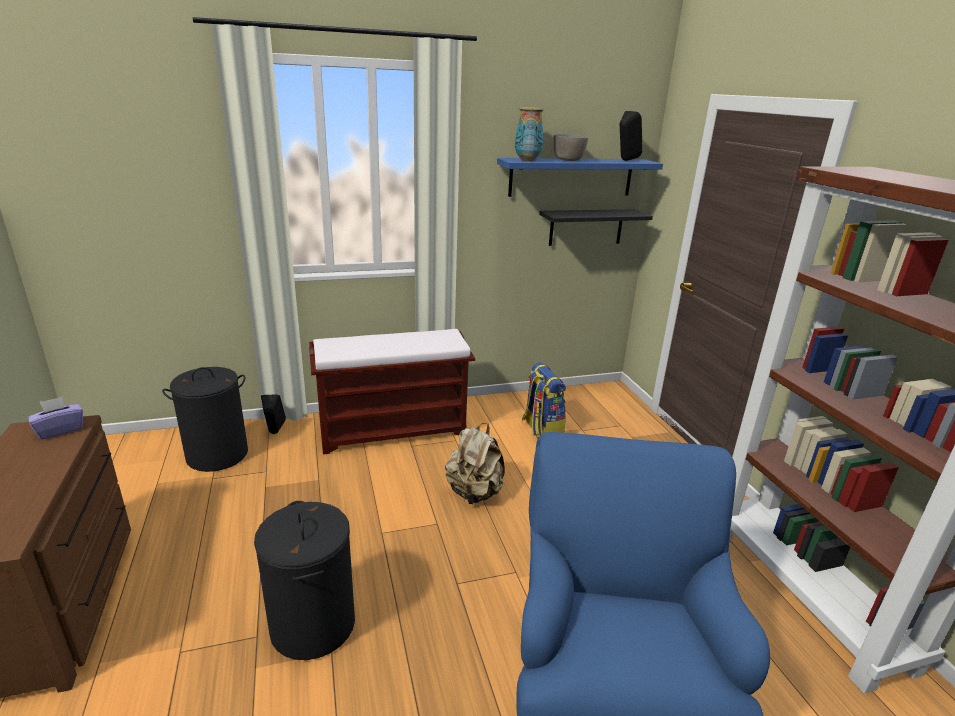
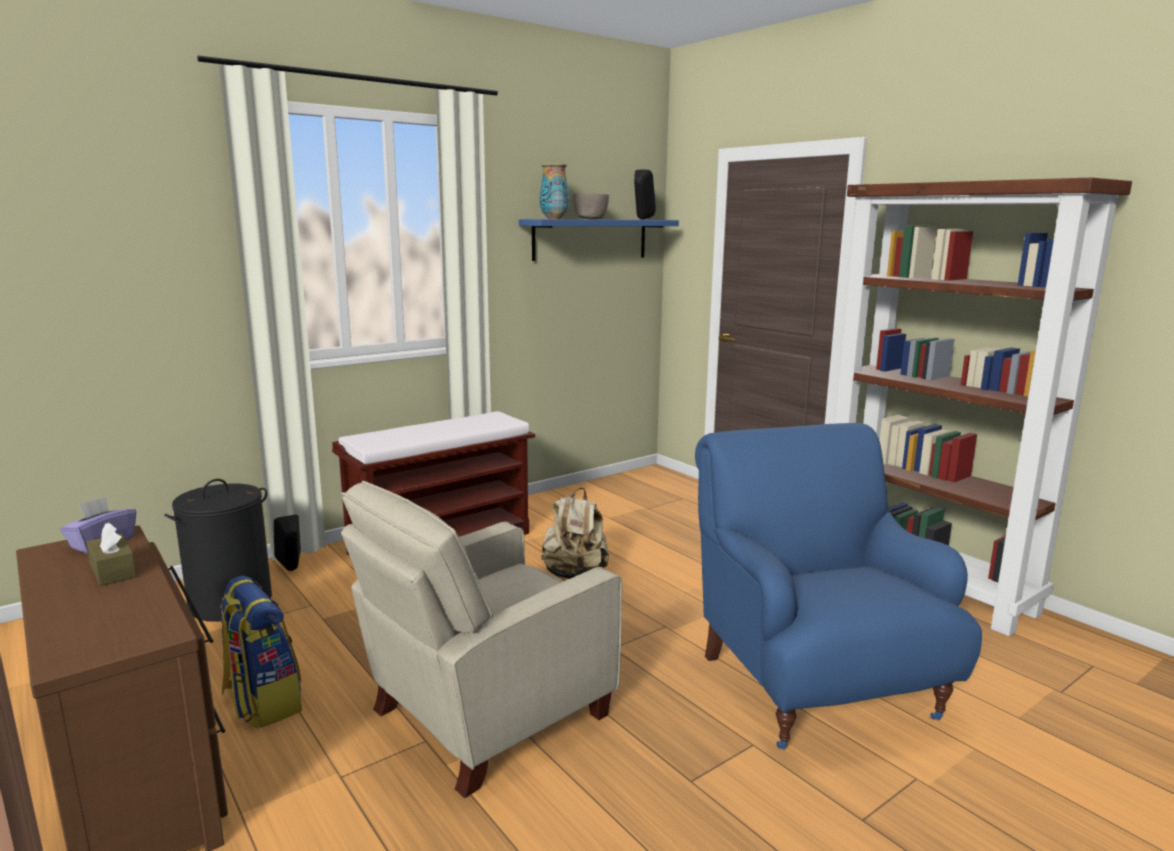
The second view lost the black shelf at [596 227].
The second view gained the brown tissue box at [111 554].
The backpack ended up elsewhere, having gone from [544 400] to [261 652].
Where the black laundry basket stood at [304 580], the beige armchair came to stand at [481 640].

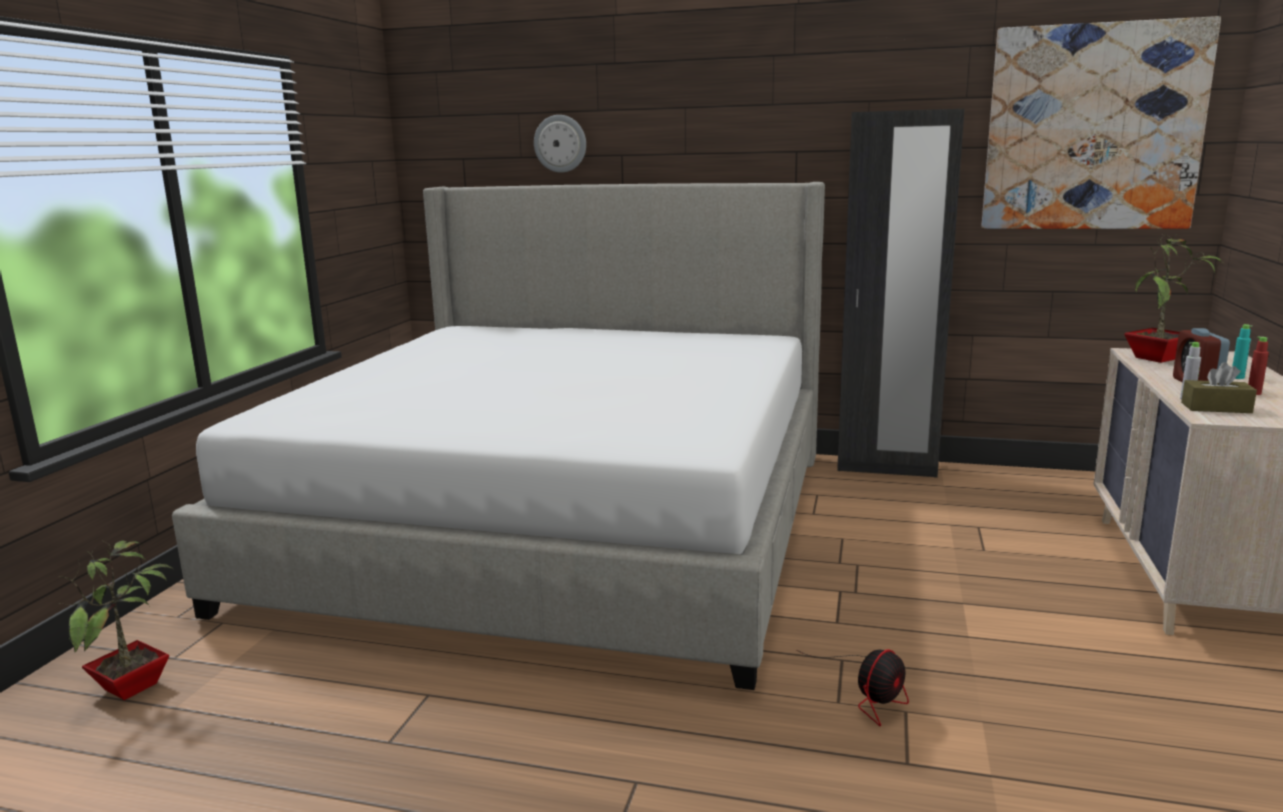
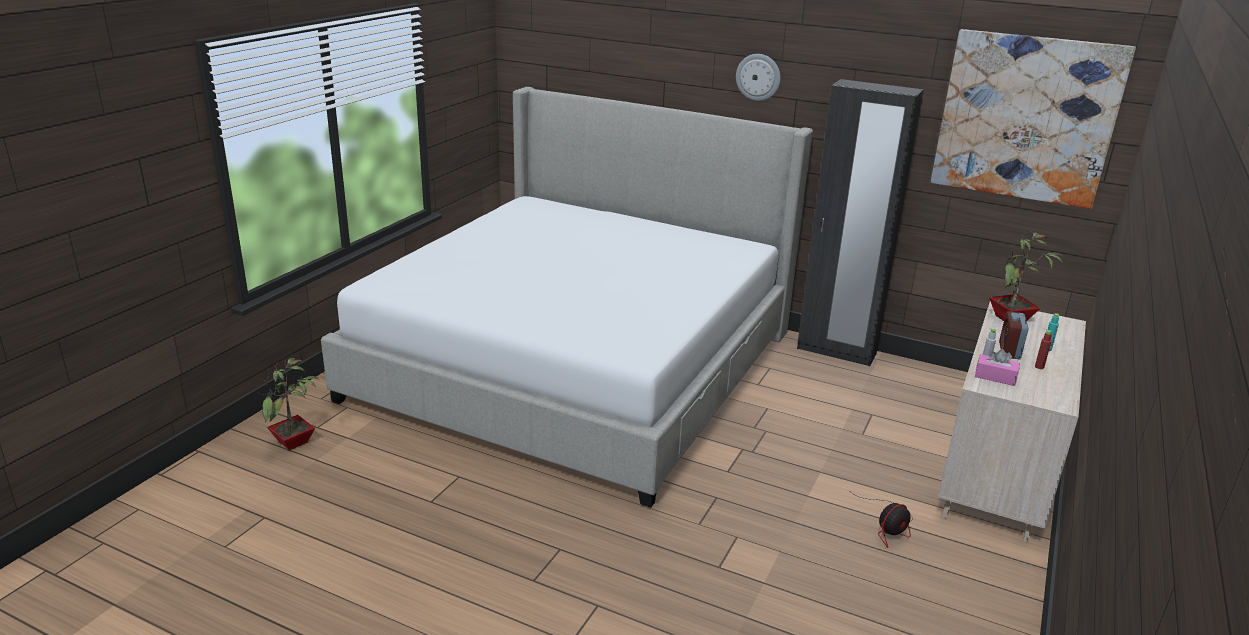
The wall clock ended up elsewhere, having gone from [560 144] to [758 77].
The fan ended up elsewhere, having gone from [852 687] to [882 520].
What was the brown tissue box at [1219 387] turned into the pink tissue box at [997 367].

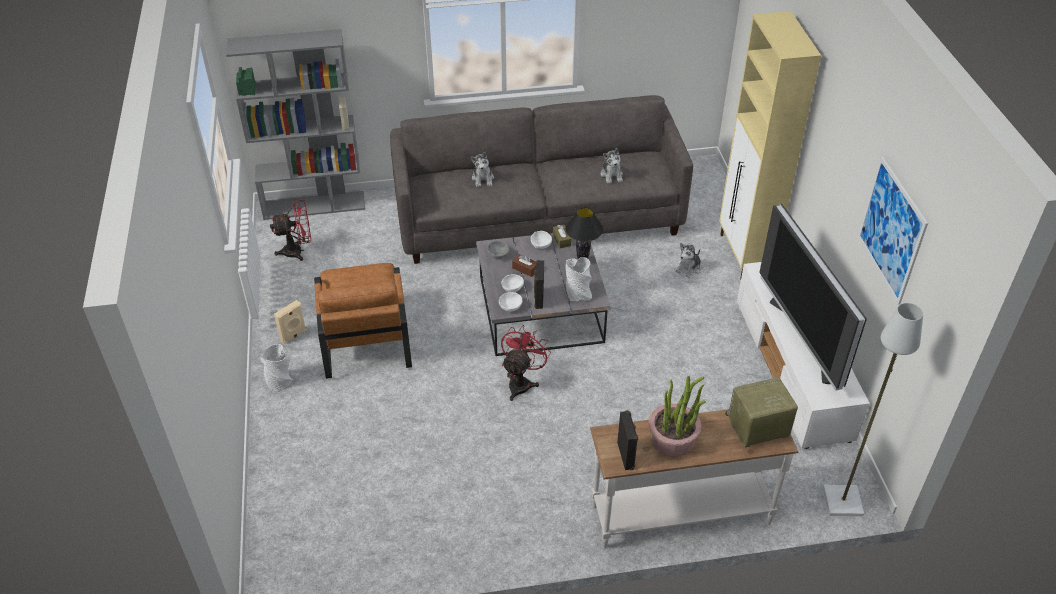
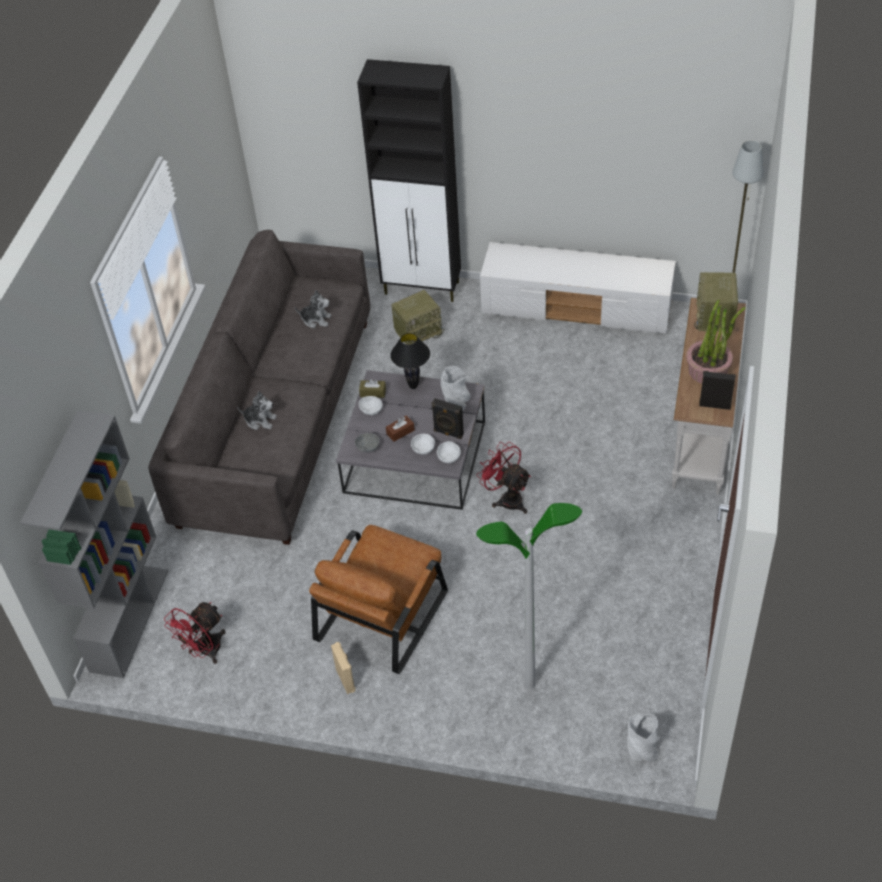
The second view lost the television at [813 297].
The second view lost the picture at [893 230].
The second view gained the floor lamp at [529 596].
The grey vase ended up elsewhere, having gone from [276 368] to [643 738].
Where the plush toy stood at [688 260], the radio came to stand at [417 317].
What was the beige cabinet at [770 145] turned into the black cabinet at [409 180].
The red fan at [290 230] ended up facing another way, 150 degrees counterclockwise from before.
The brown armchair at [363 321] ended up facing another way, 105 degrees clockwise from before.

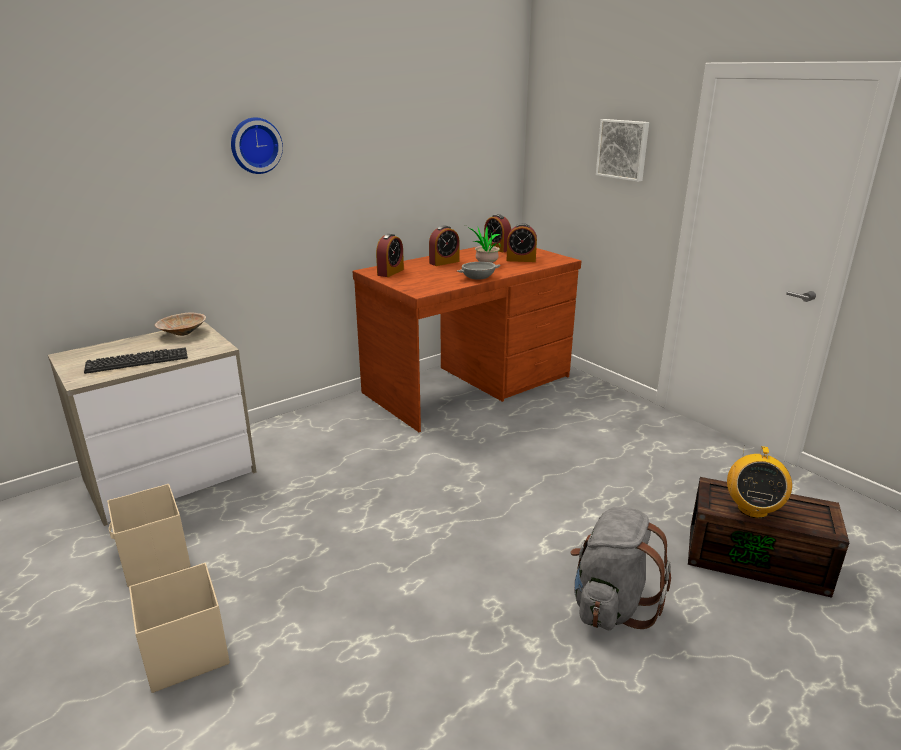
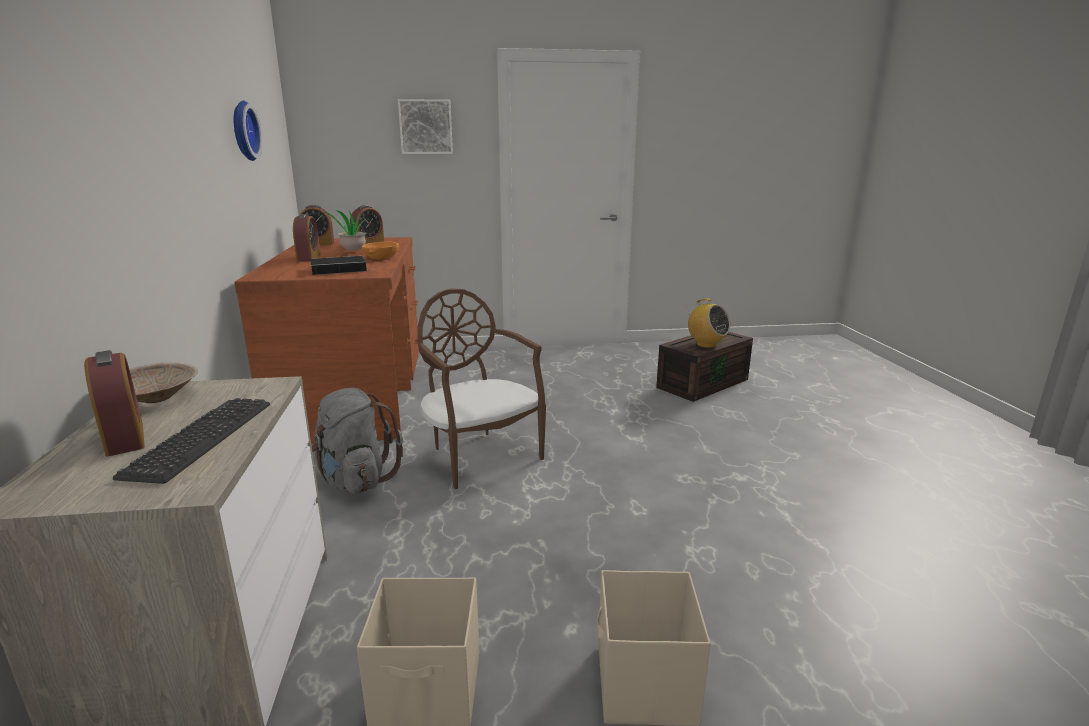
The second view gained the book at [343 265].
The second view gained the brown chair at [481 389].
The wall clock ended up elsewhere, having gone from [257 145] to [248 131].
The alarm clock ended up elsewhere, having gone from [390 255] to [114 403].
The grey backpack ended up elsewhere, having gone from [621 568] to [357 441].
What was the grey bowl at [479 271] turned into the orange bowl at [380 250].

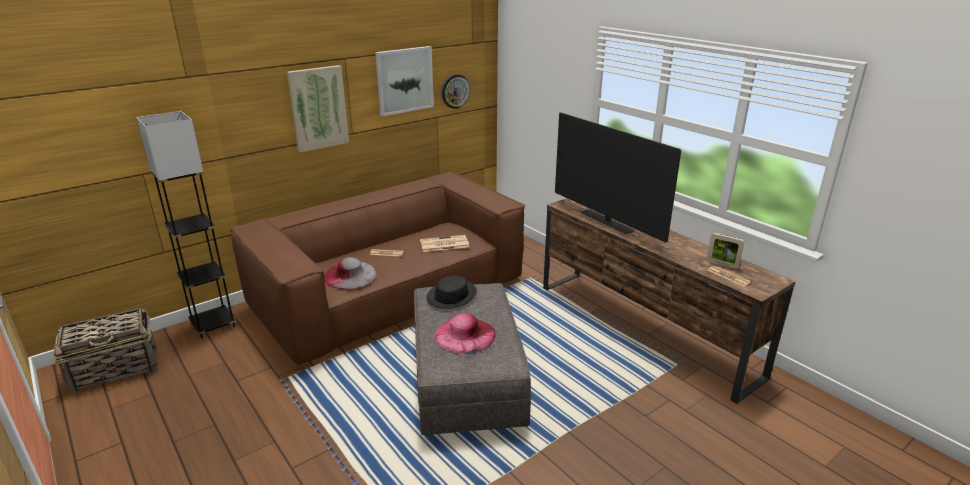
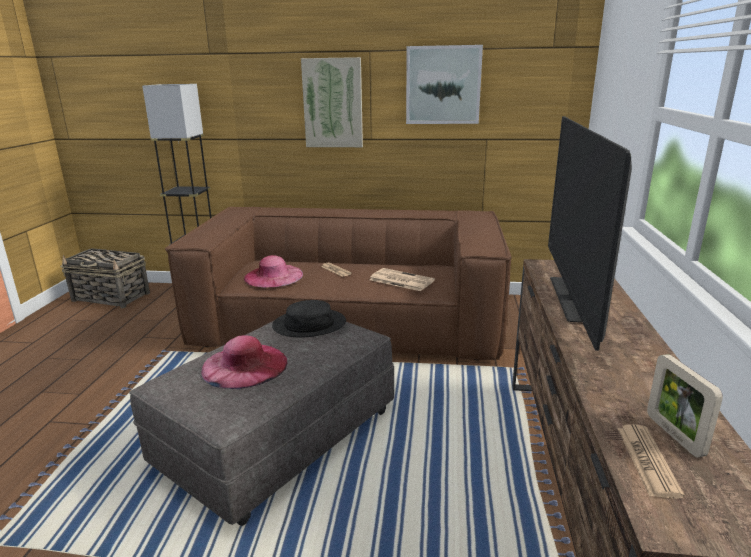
The second view lost the wall clock at [456 91].
What was the grey hat at [350 273] turned into the pink hat at [273 271].

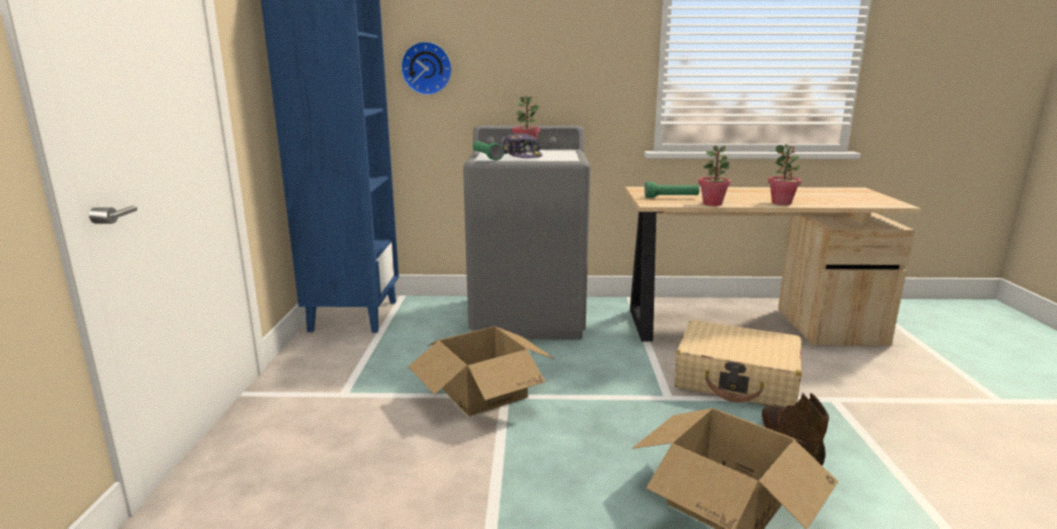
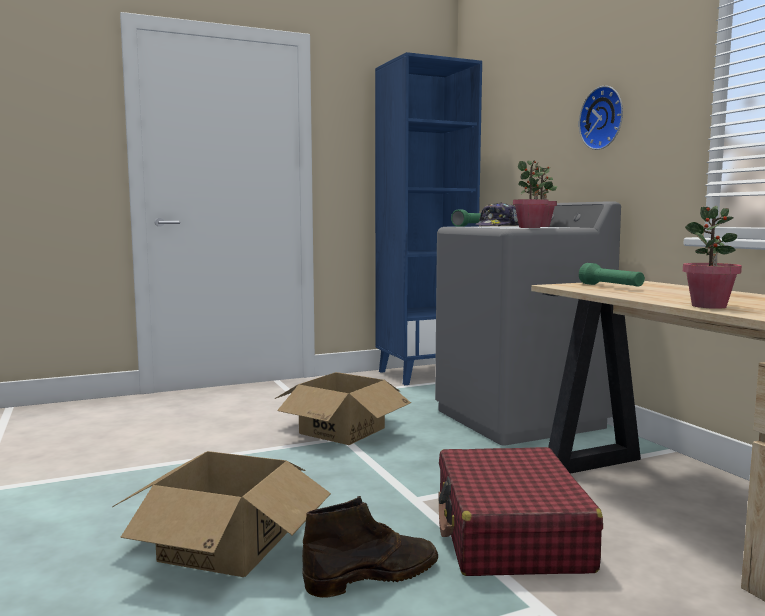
The wall clock ended up elsewhere, having gone from [426 68] to [601 118].
The potted plant ended up elsewhere, having gone from [714 176] to [530 194].
What was the beige suitcase at [738 363] turned into the red suitcase at [520 511].

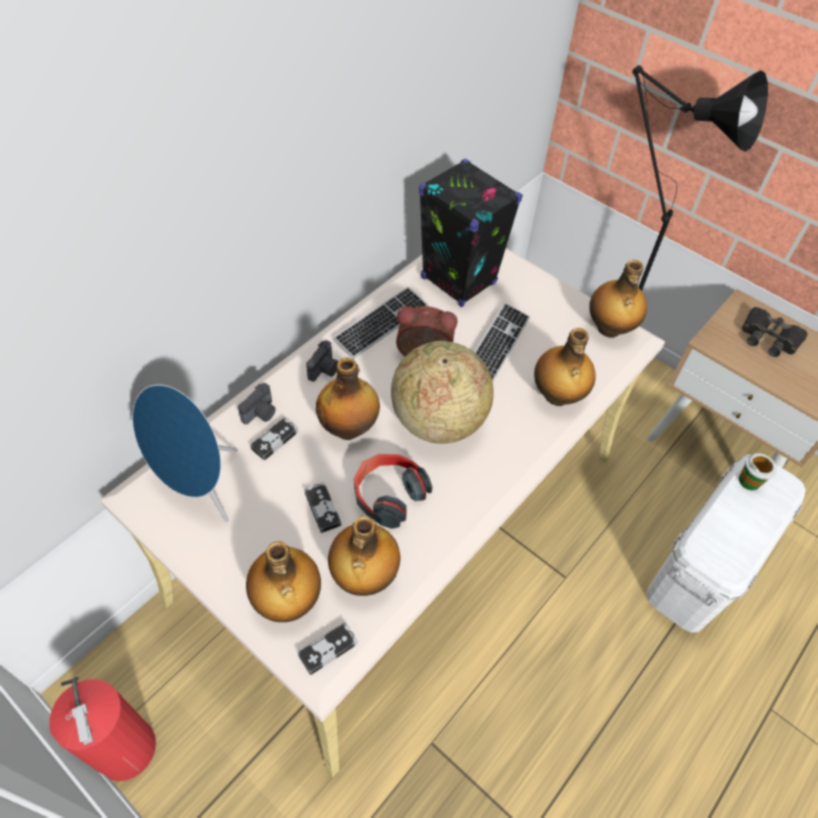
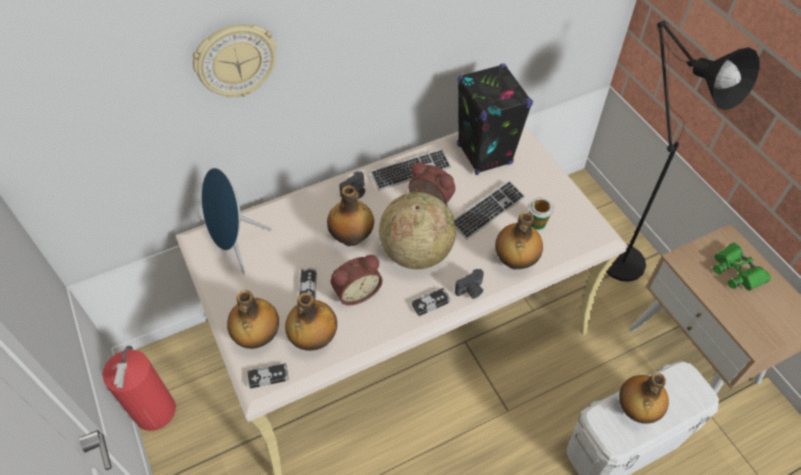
The second view gained the wall clock at [234 60].
The photo camera ended up elsewhere, having gone from [257 403] to [469 284].
The game controller ended up elsewhere, having gone from [274 438] to [431 302].
The bottle ended up elsewhere, having gone from [618 299] to [644 398].
The cup ended up elsewhere, having gone from [758 471] to [541 214].
Where the headphones stood at [393 491], the alarm clock came to stand at [356 280].
What was the black binoculars at [775 332] turned into the green binoculars at [742 267].

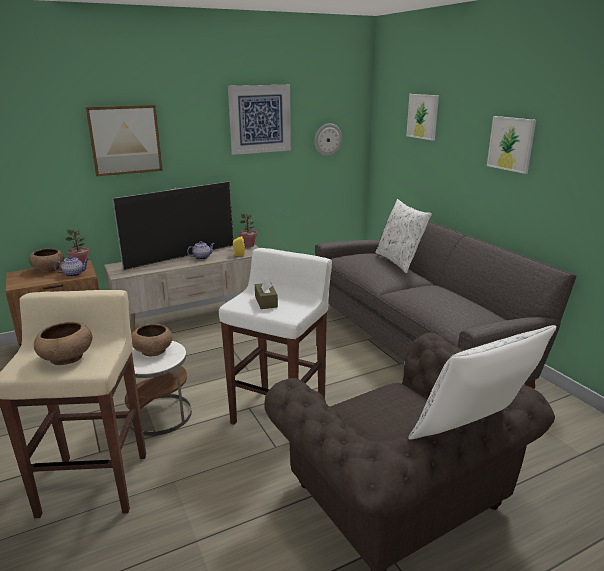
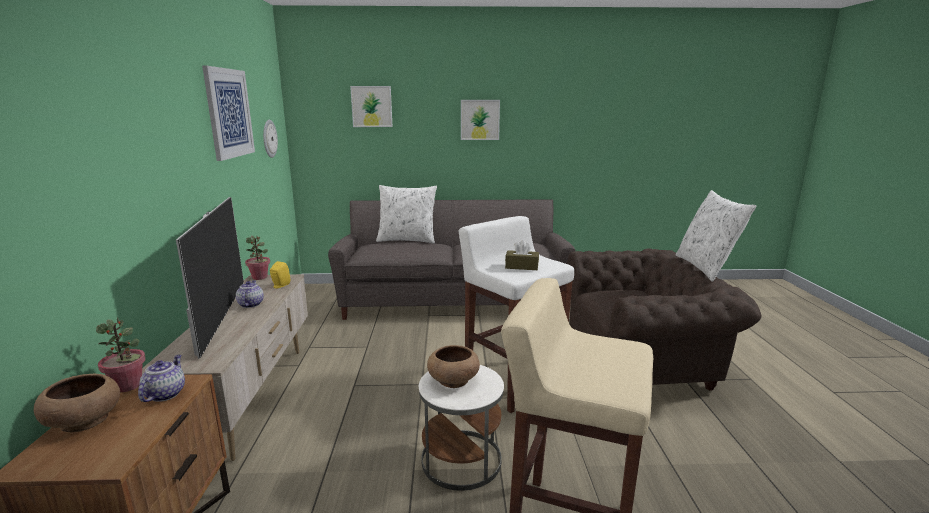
The second view lost the brown bowl at [63 343].
The second view lost the picture at [124 140].

